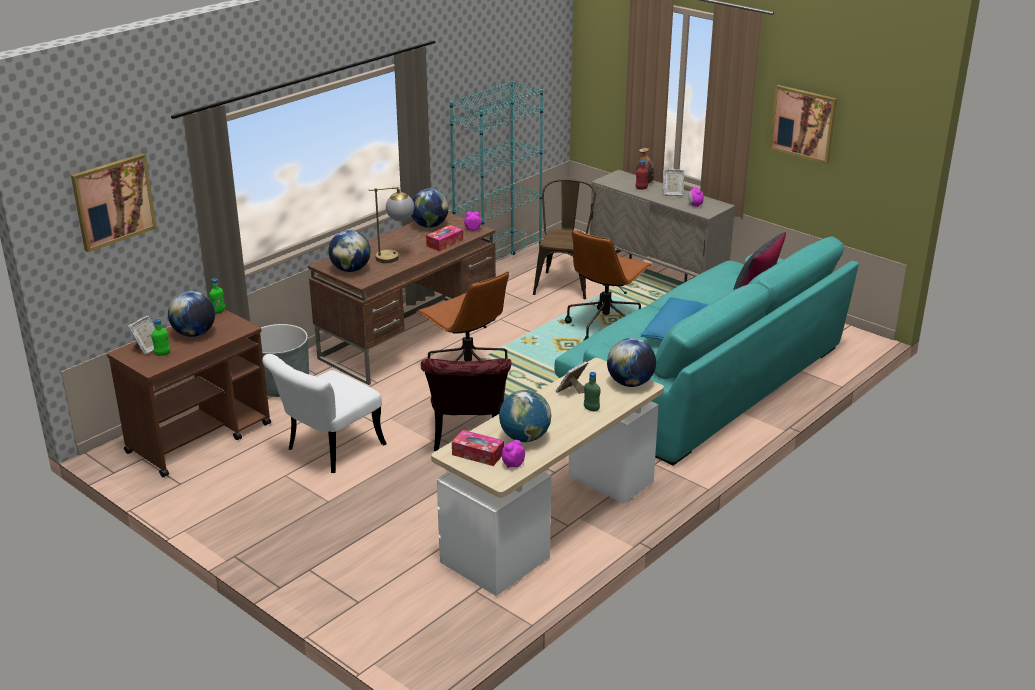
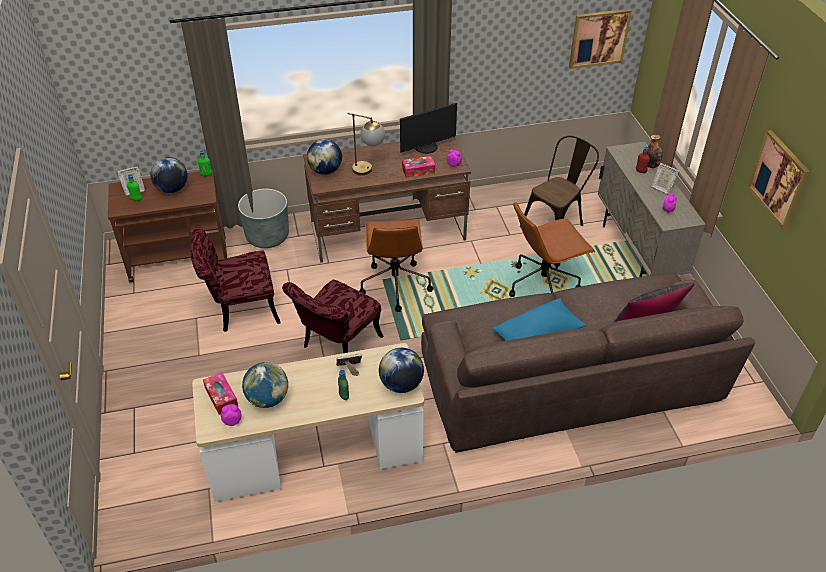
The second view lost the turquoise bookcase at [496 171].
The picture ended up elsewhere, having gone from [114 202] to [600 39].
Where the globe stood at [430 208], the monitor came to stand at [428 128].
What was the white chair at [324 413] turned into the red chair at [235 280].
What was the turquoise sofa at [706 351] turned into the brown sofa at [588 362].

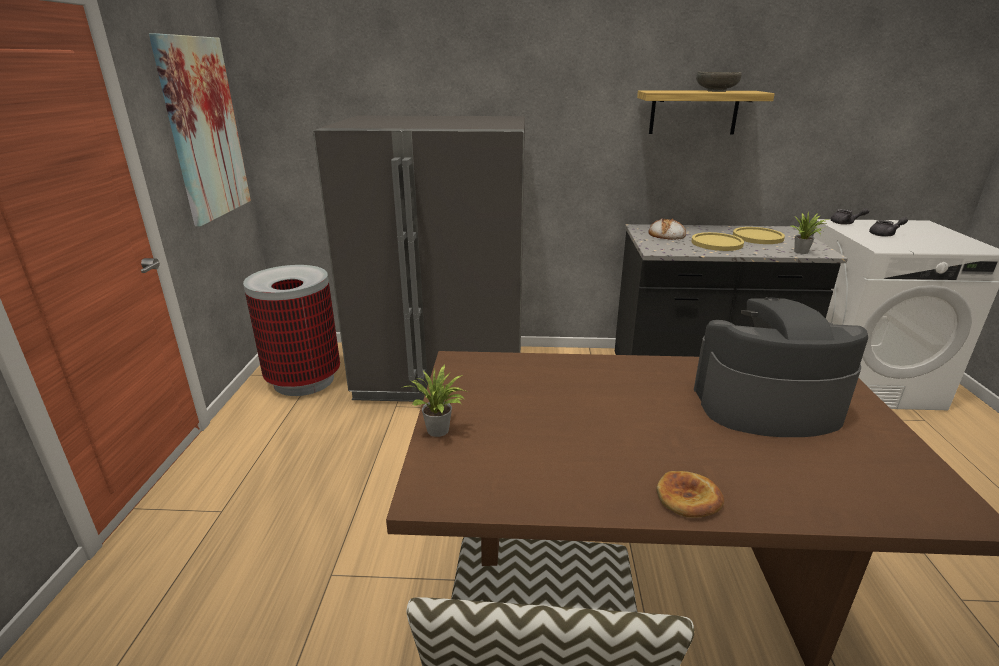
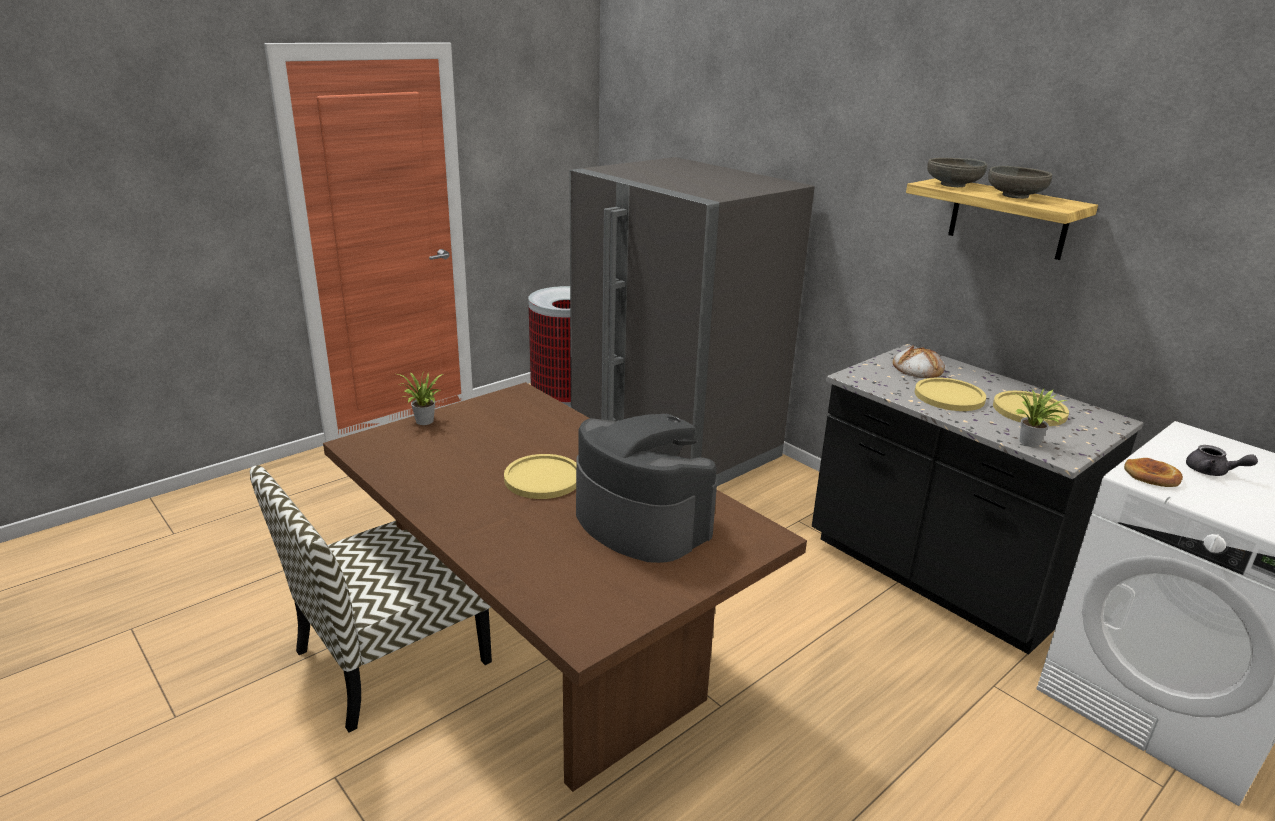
The second view lost the picture at [200 130].
The second view lost the grey teapot at [850 216].
The second view gained the yellow plate at [540 476].
The second view gained the grey bowl at [957 172].
The bread ended up elsewhere, having gone from [690 494] to [1153 472].

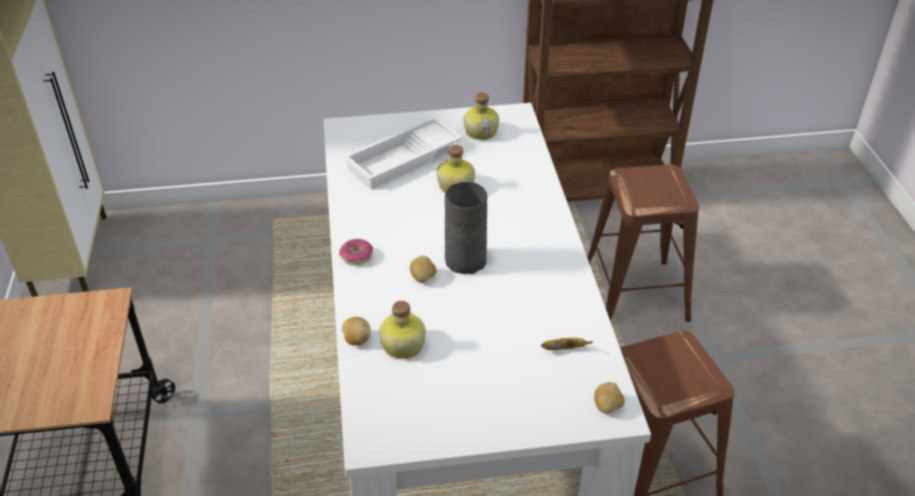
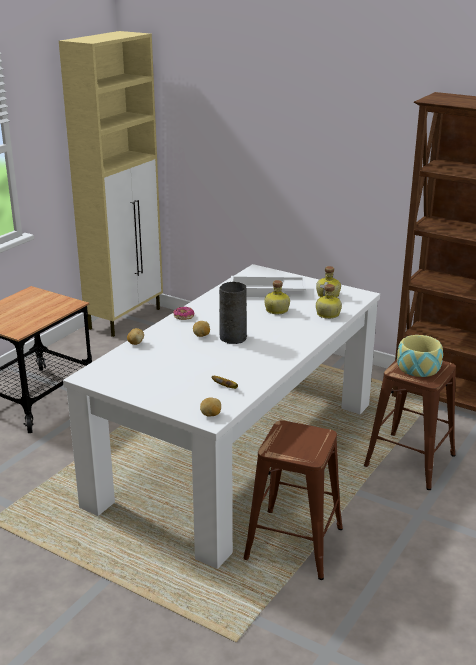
The second view gained the bowl at [420 356].
The bottle ended up elsewhere, having gone from [402 330] to [329 301].

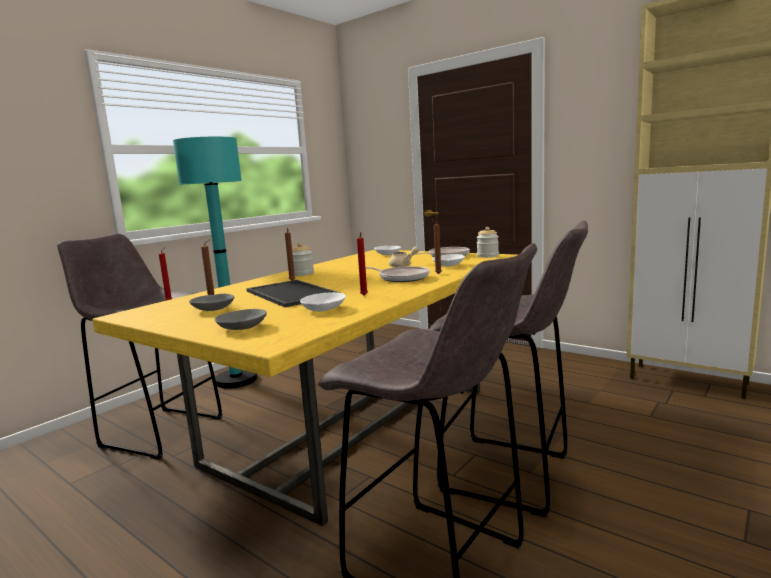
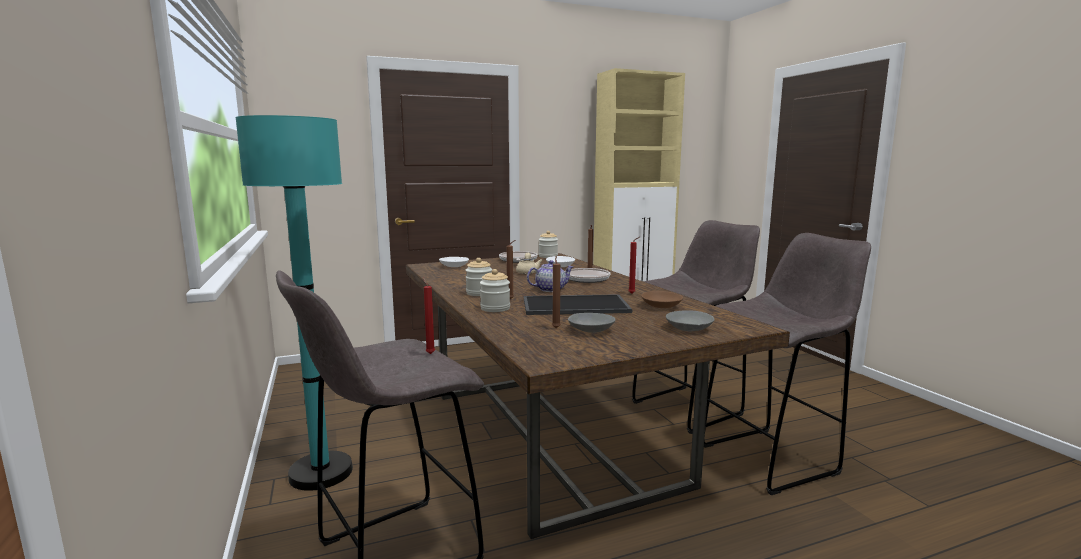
The second view gained the jar at [495 290].
The second view gained the teapot at [550 276].
What was the yellow dining table at [304 388] turned into the brown dining table at [598 396].
What was the white bowl at [323 302] turned into the brown bowl at [662 299].

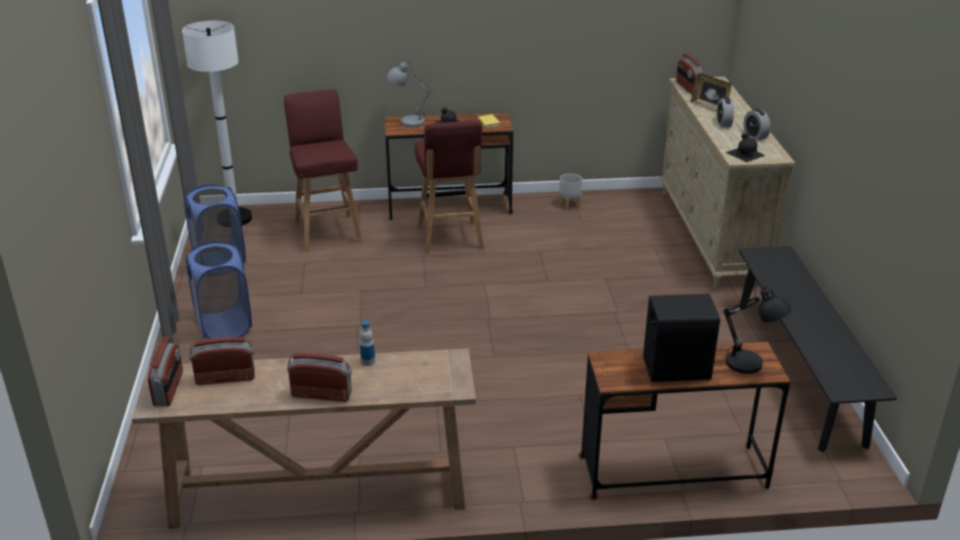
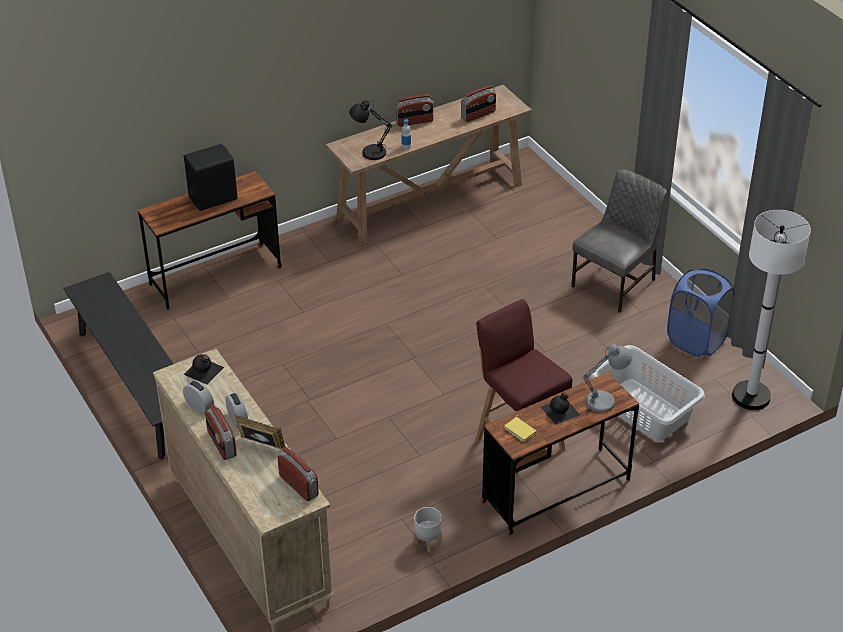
The radio ended up elsewhere, having gone from [165 371] to [221 432].
The black table lamp ended up elsewhere, having gone from [754 329] to [371 130].
Where the blue laundry basket stood at [219 290], the grey chair came to stand at [619 241].
Where the red stool stood at [323 170], the grey laundry basket came to stand at [648 393].

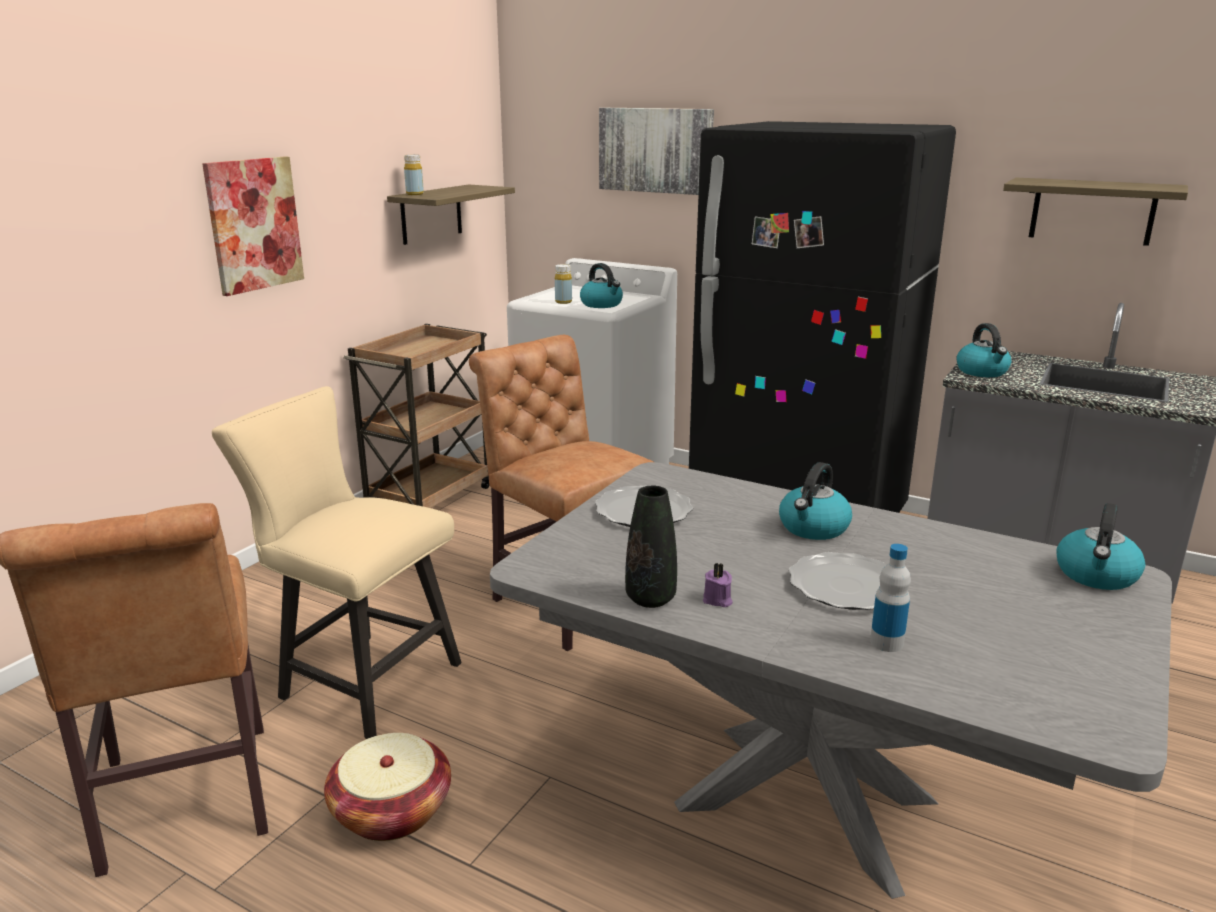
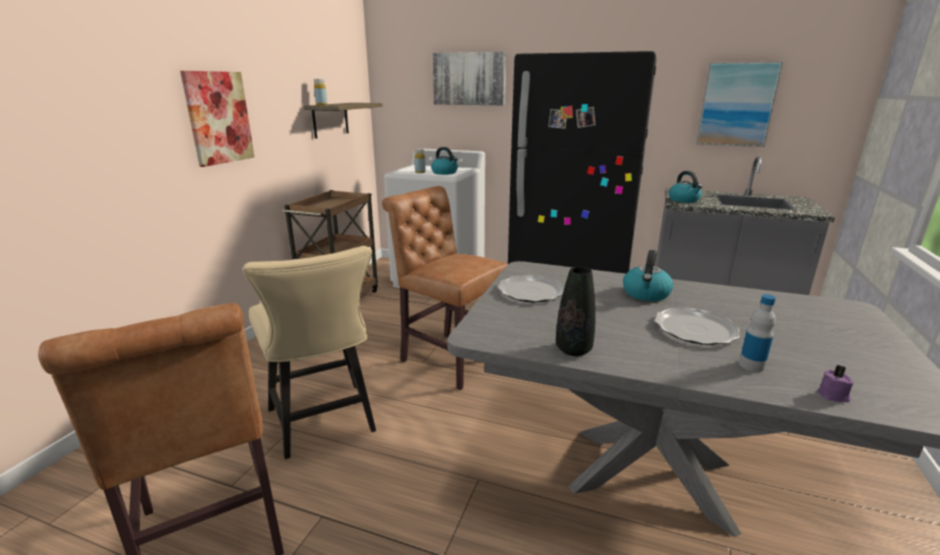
The second view lost the basket at [387 787].
The second view lost the kettle at [1100 546].
The purple candle ended up elsewhere, having gone from [718 585] to [835 384].
Where the shelf hung at [1095 212], the picture came to hang at [739 104].
The beige chair at [337 562] ended up facing another way, 135 degrees counterclockwise from before.

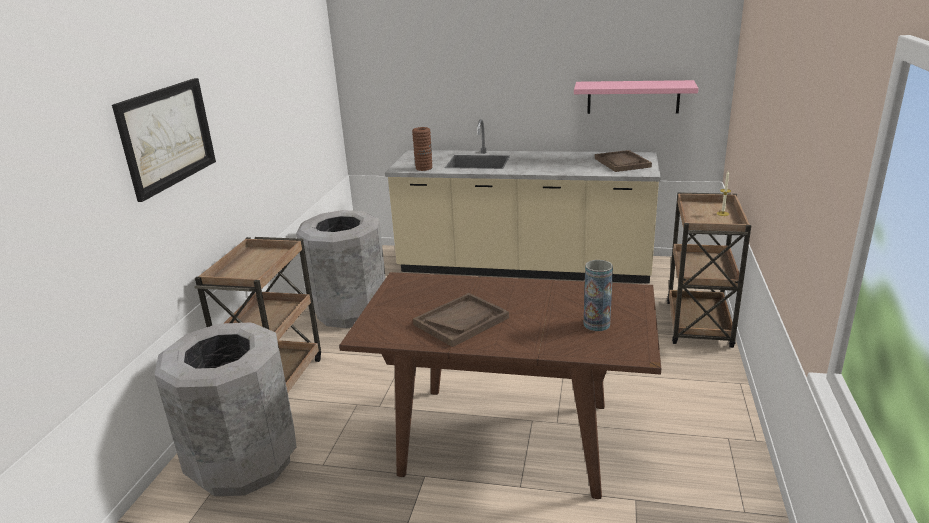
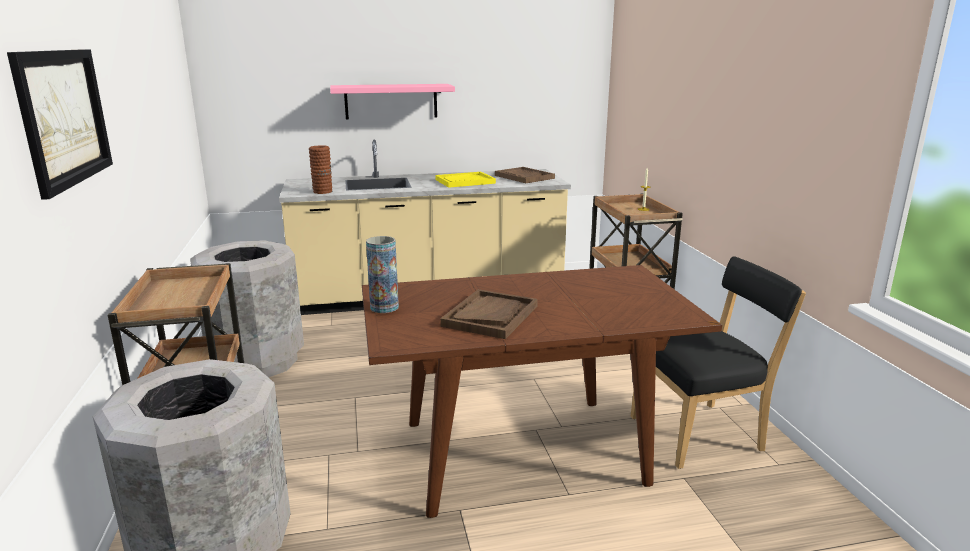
The second view gained the yellow tray at [465 180].
The second view gained the black chair at [718 362].
The pink shelf ended up elsewhere, having gone from [636 97] to [392 102].
The vase ended up elsewhere, having gone from [598 295] to [382 274].

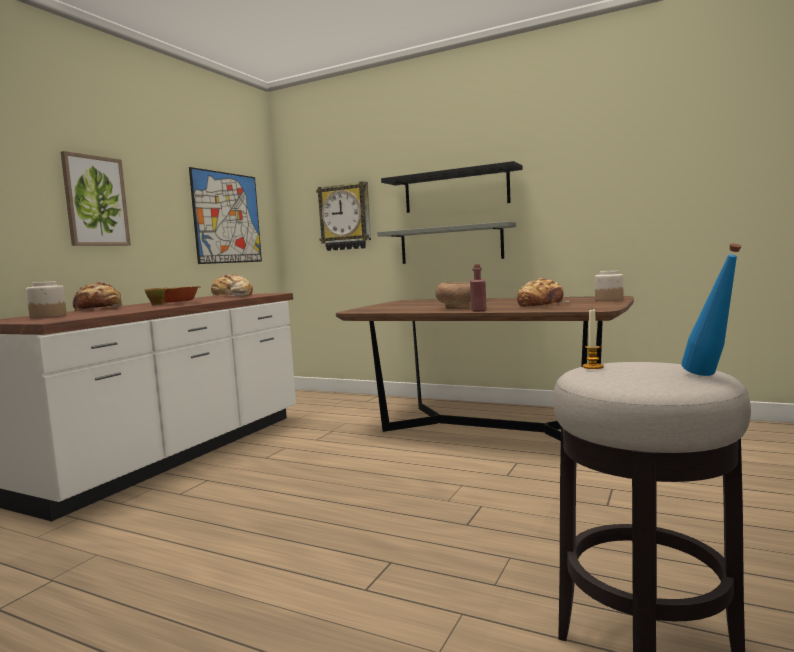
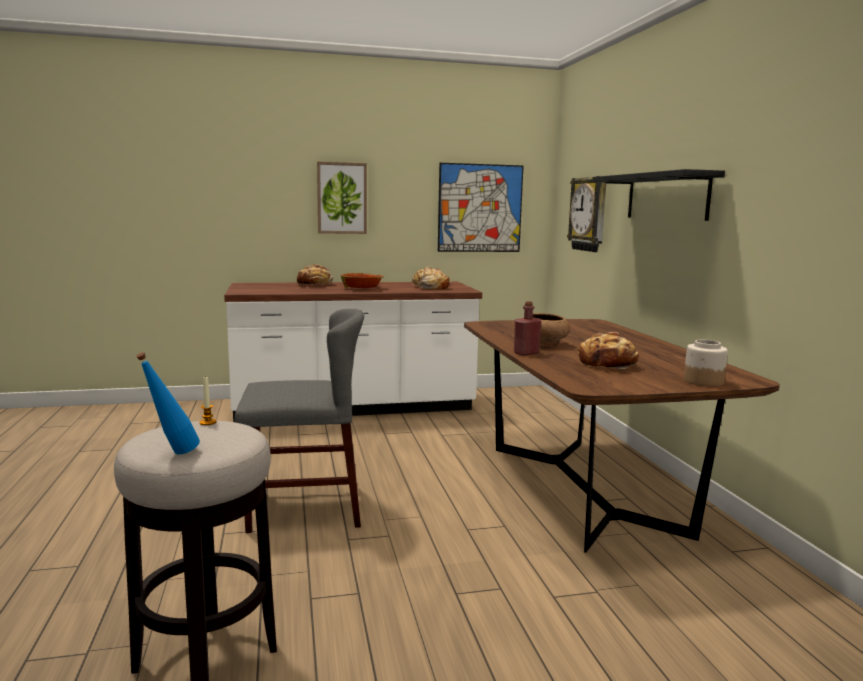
The second view lost the jar at [46 300].
The second view lost the grey shelf at [446 242].
The second view gained the grey chair at [299 421].

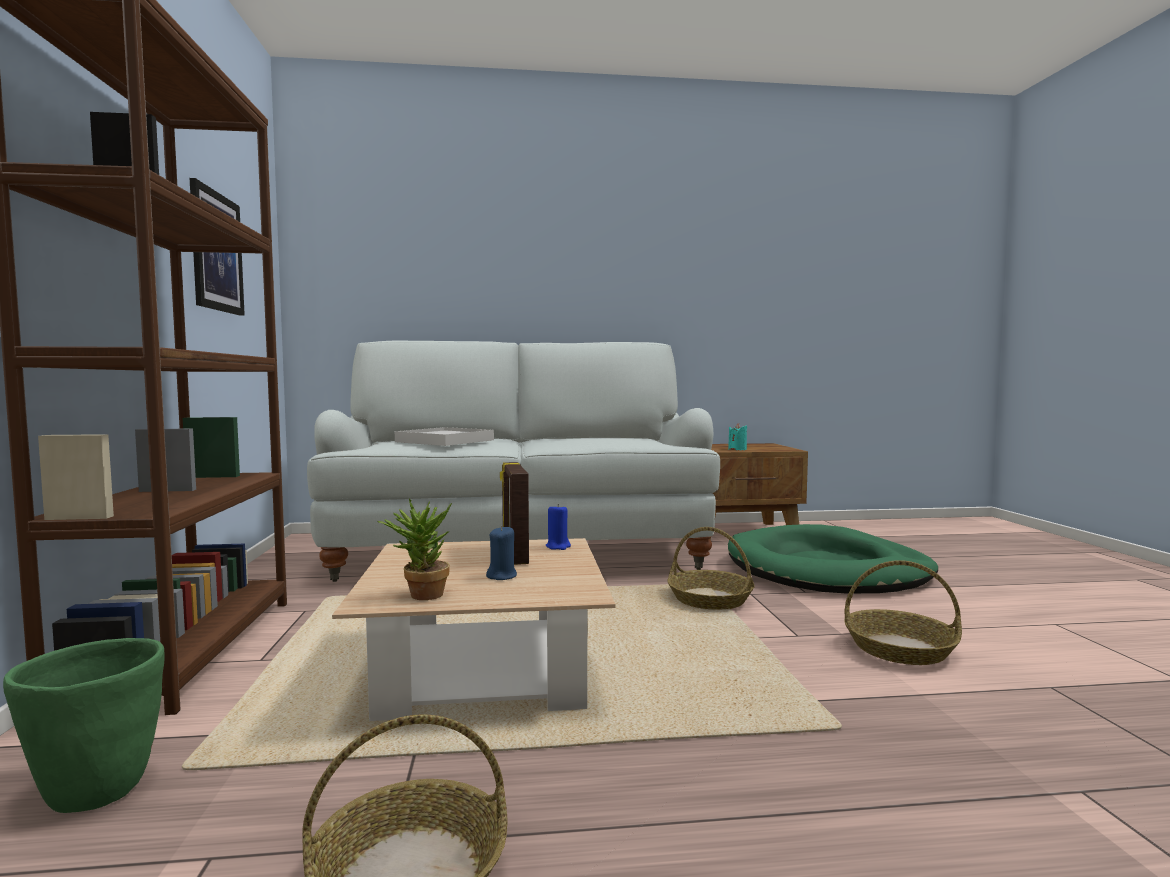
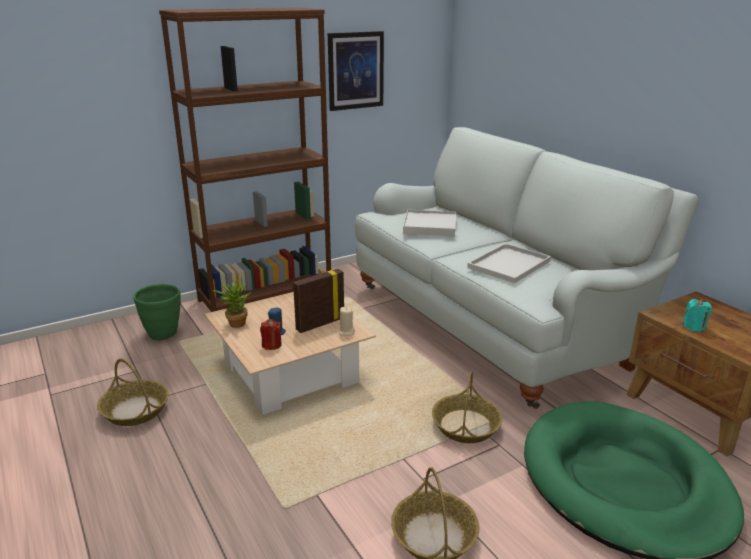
The second view gained the red candle at [271 334].
The second view gained the white tray at [509 263].
What was the blue candle at [558 527] turned into the beige candle at [346 321].

